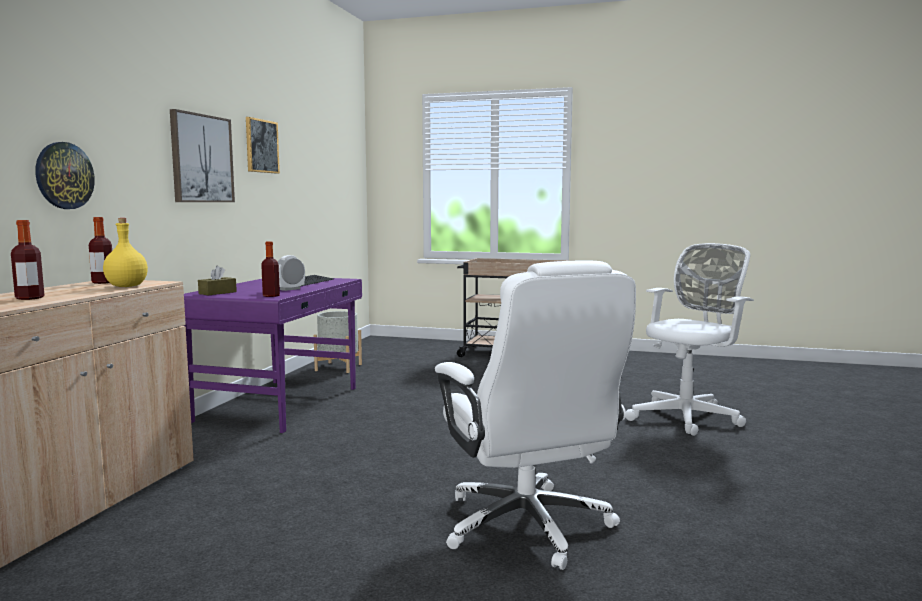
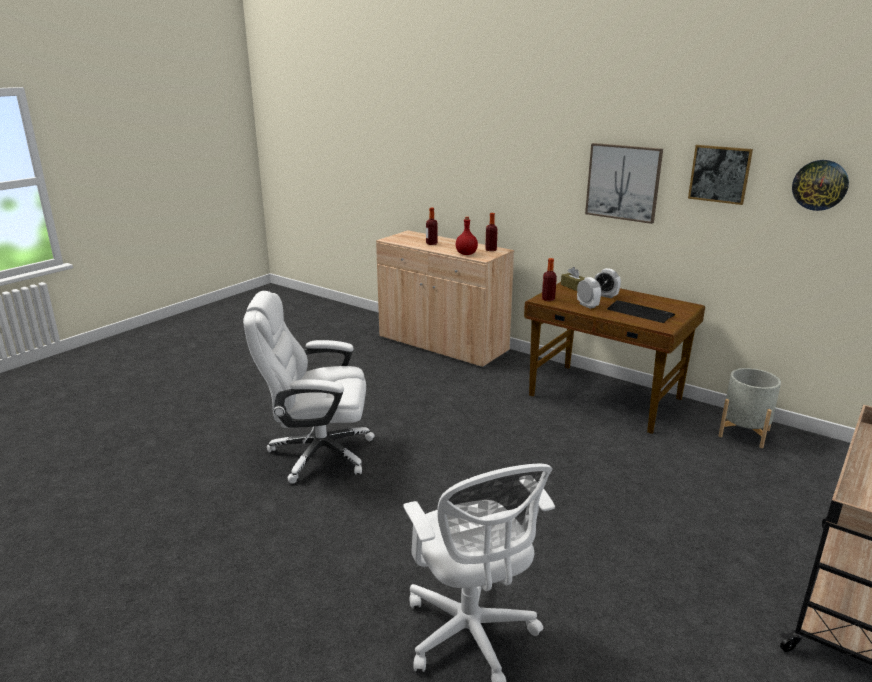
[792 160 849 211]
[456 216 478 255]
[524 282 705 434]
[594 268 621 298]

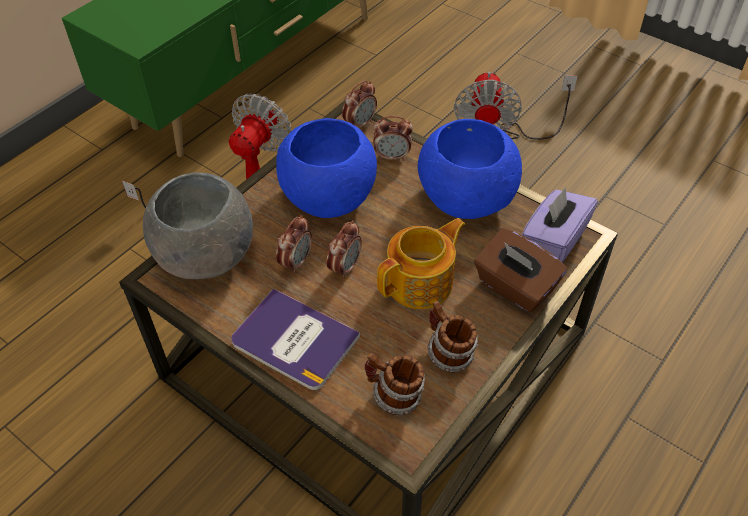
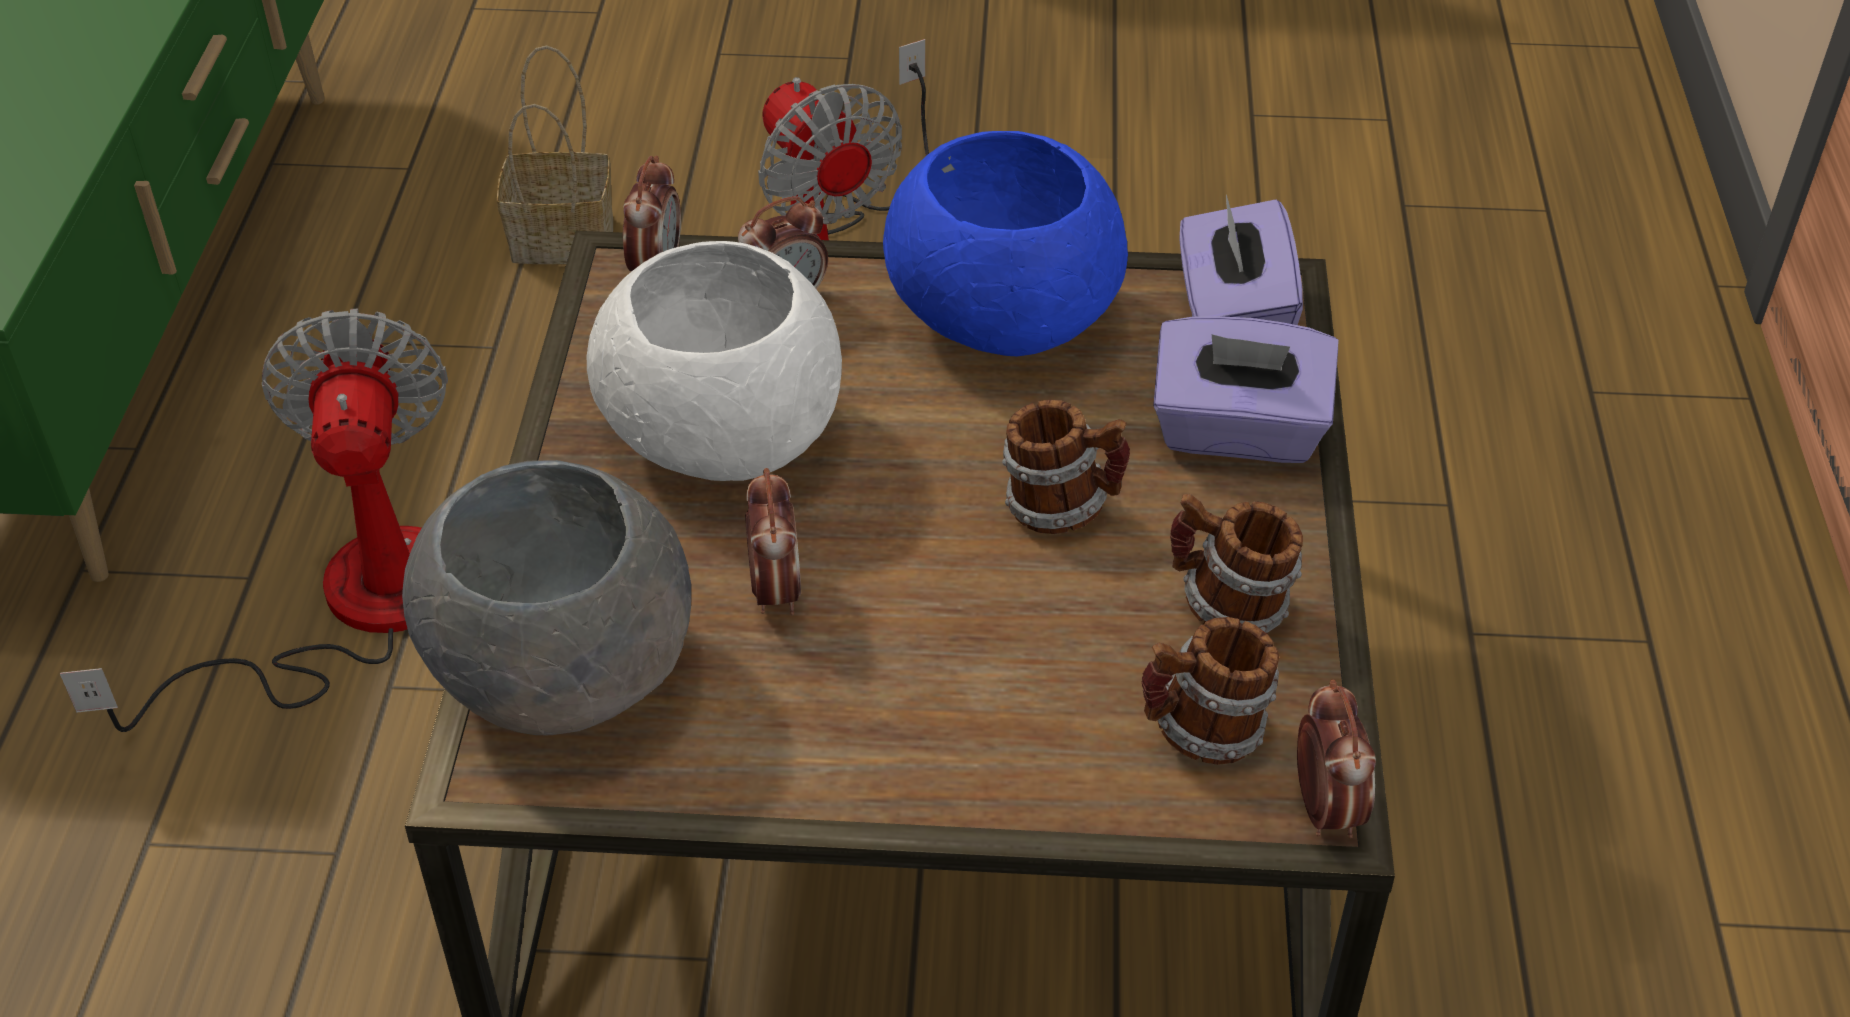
[231 288 360 390] (first image)
[587 241 842 481]
[1297 679 1376 838]
[1002 400 1130 534]
[1153 316 1338 463]
[497 45 613 264]

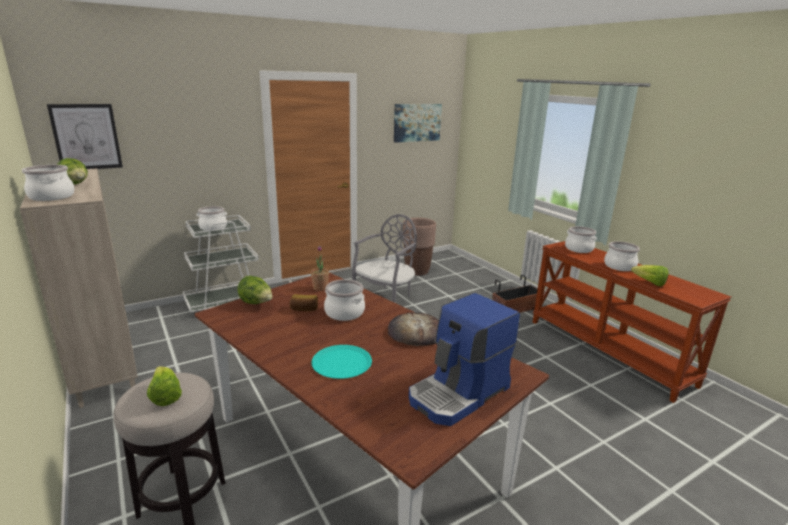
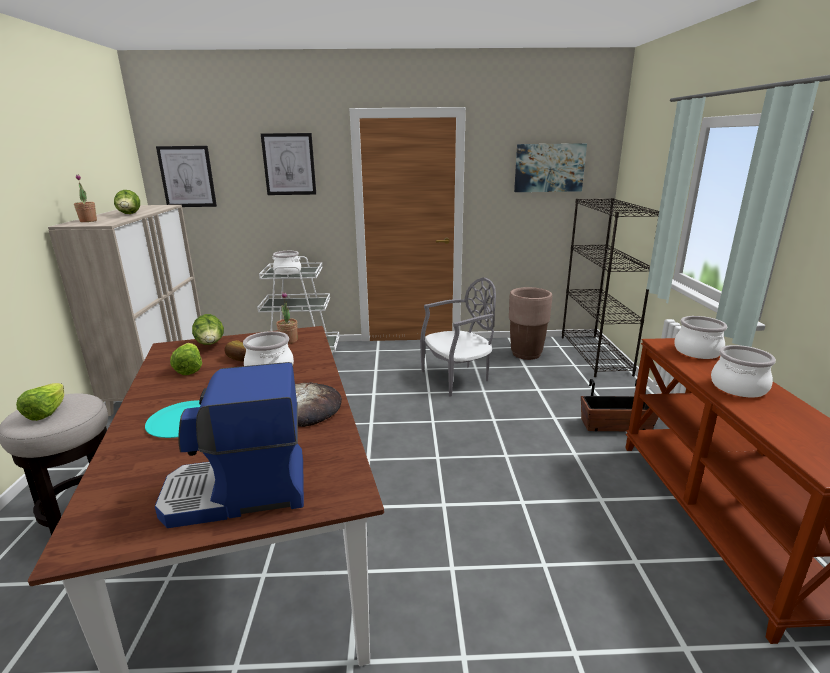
[74 174 97 222]
[170 343 202 375]
[261 133 316 195]
[562 198 659 377]

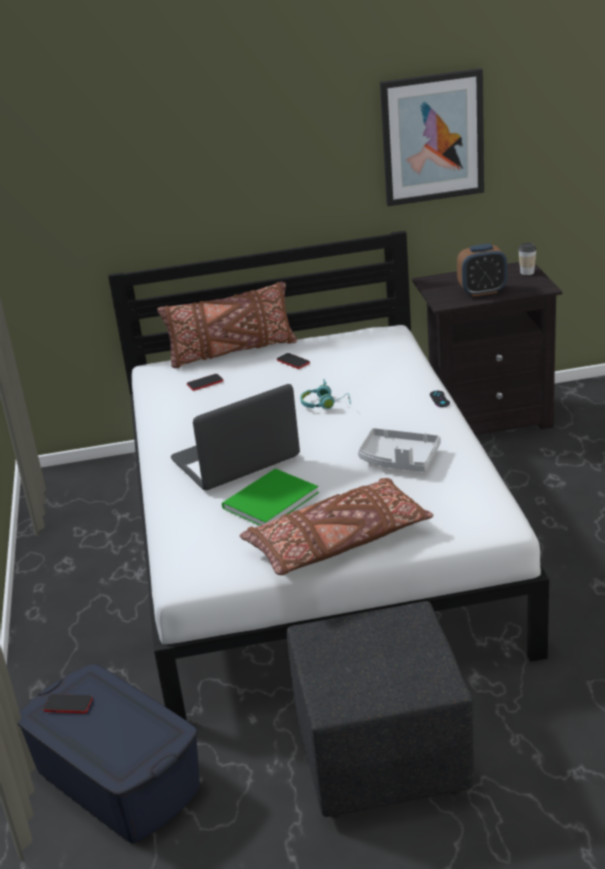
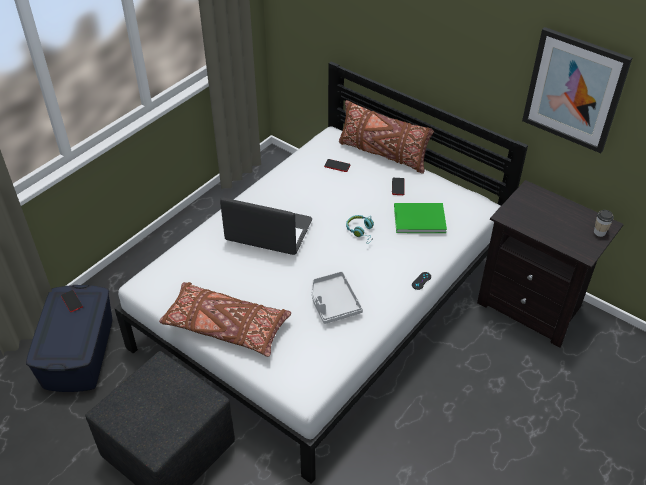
[394 203 447 233]
[457 244 507 297] (first image)

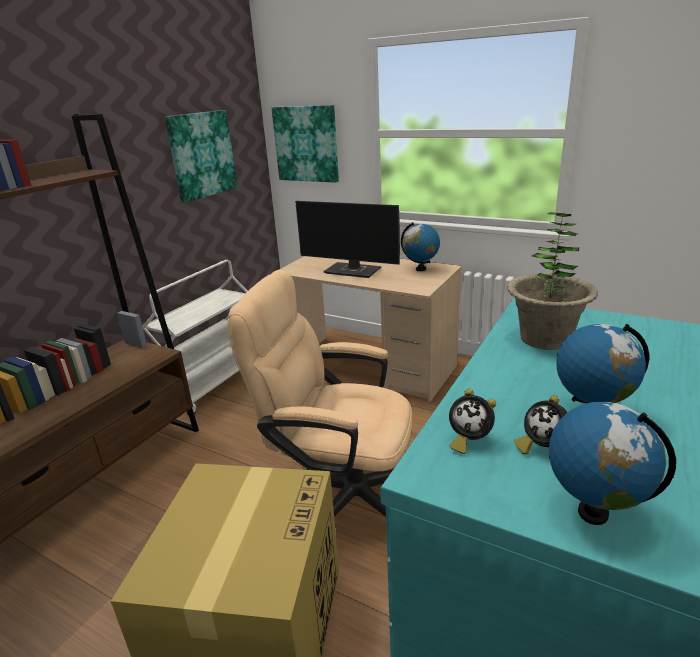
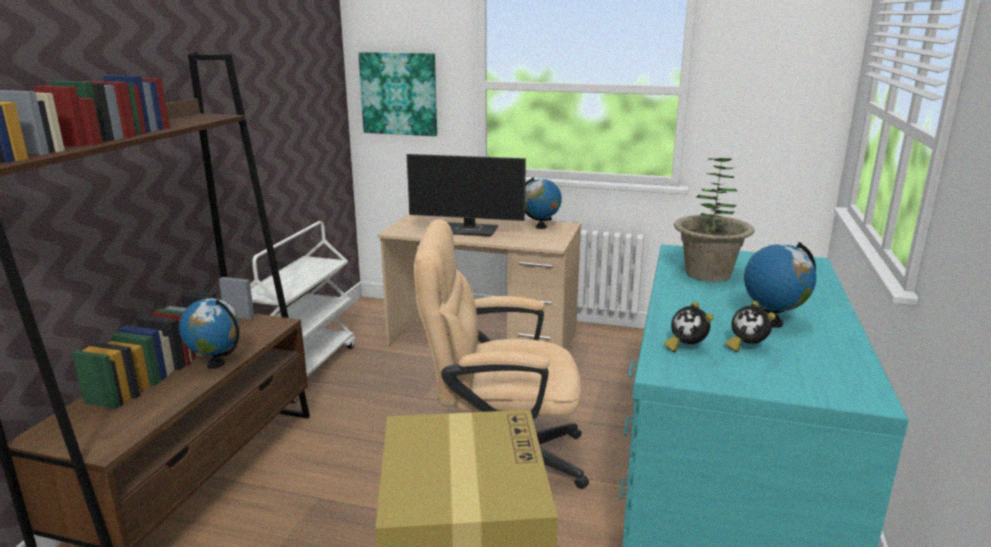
[165 110 237 203] (first image)
[664 302 714 352]
[179 298 240 369]

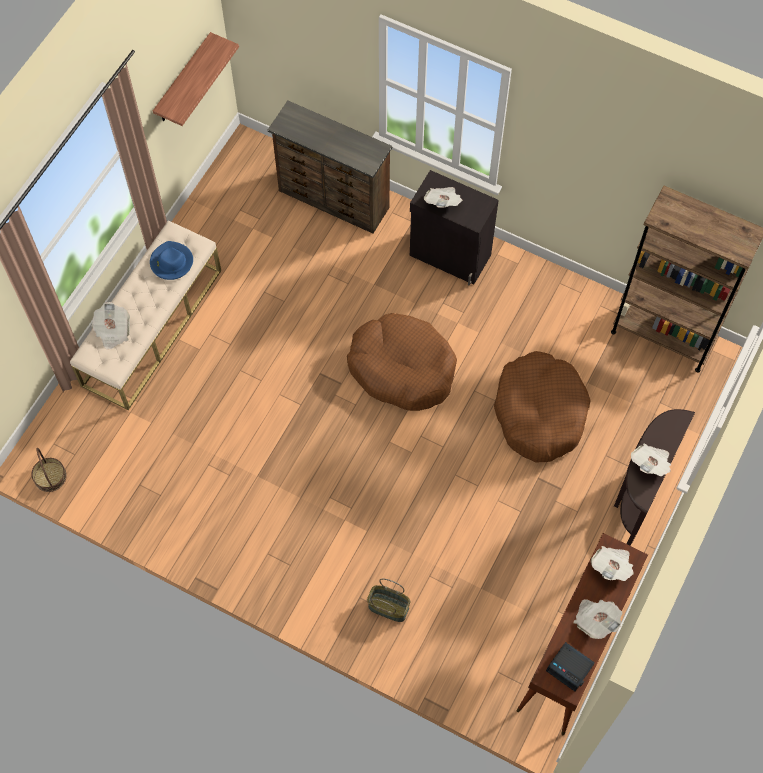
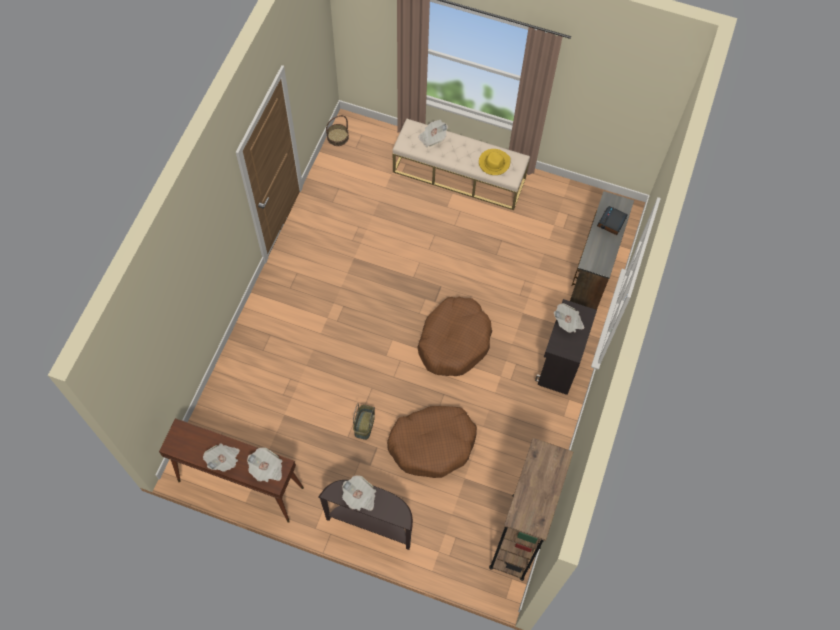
[479 149 511 175]
[153 32 239 126] (first image)
[353 403 375 440]
[597 206 627 235]

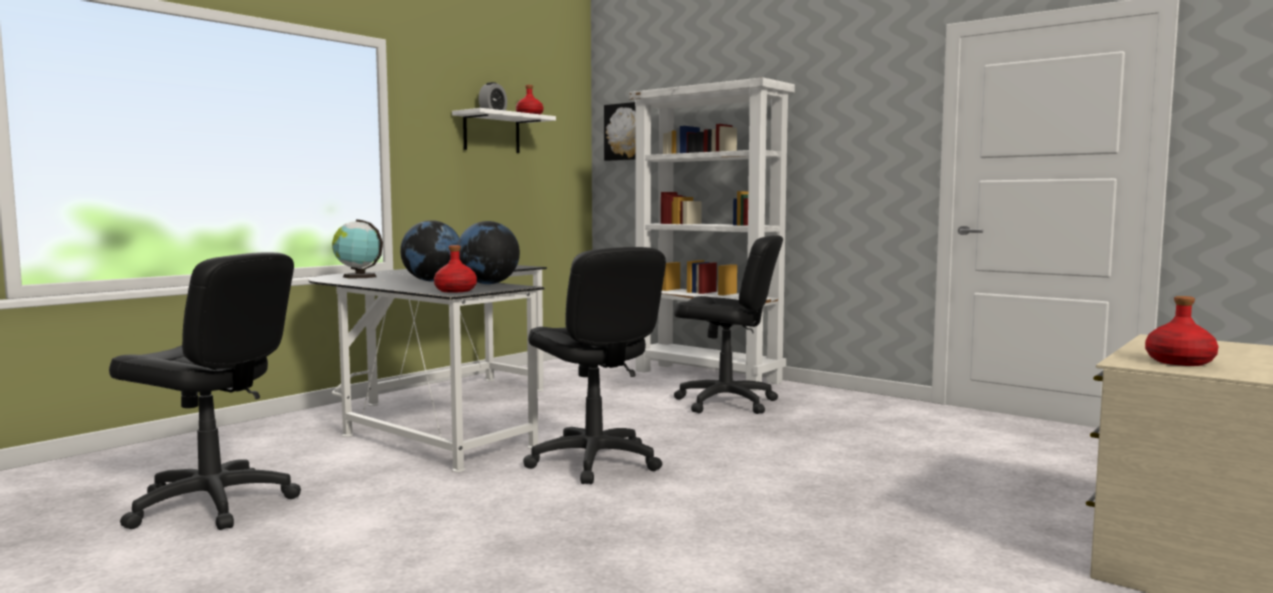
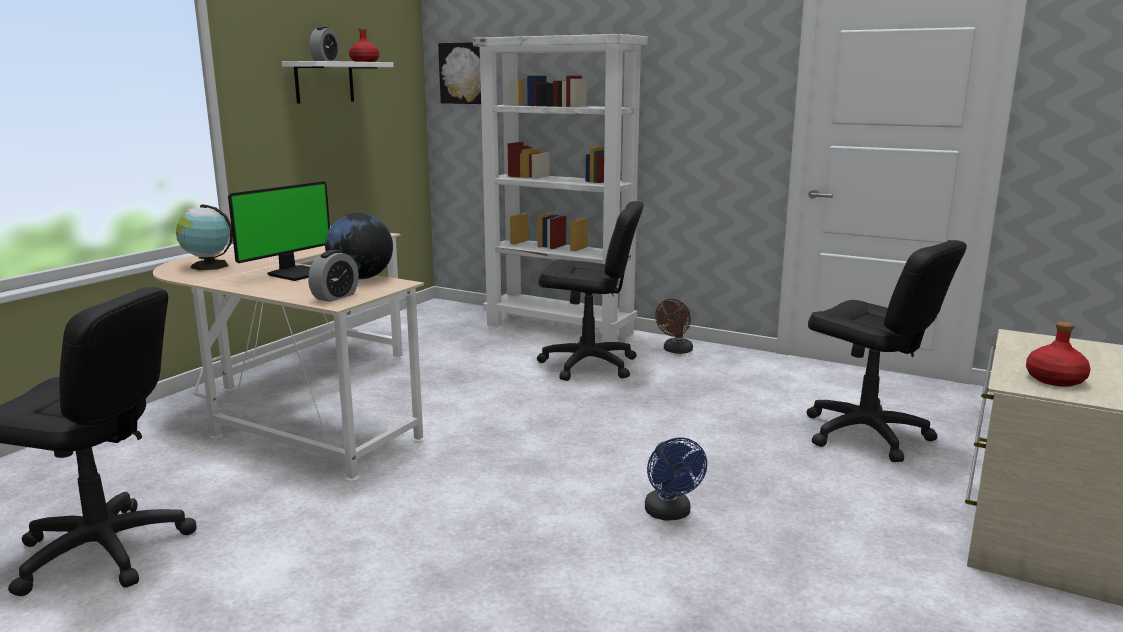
[153 226 425 481]
[228 181 330 281]
[308 250 359 302]
[807 240 967 462]
[645 438 707 521]
[655 299 693 354]

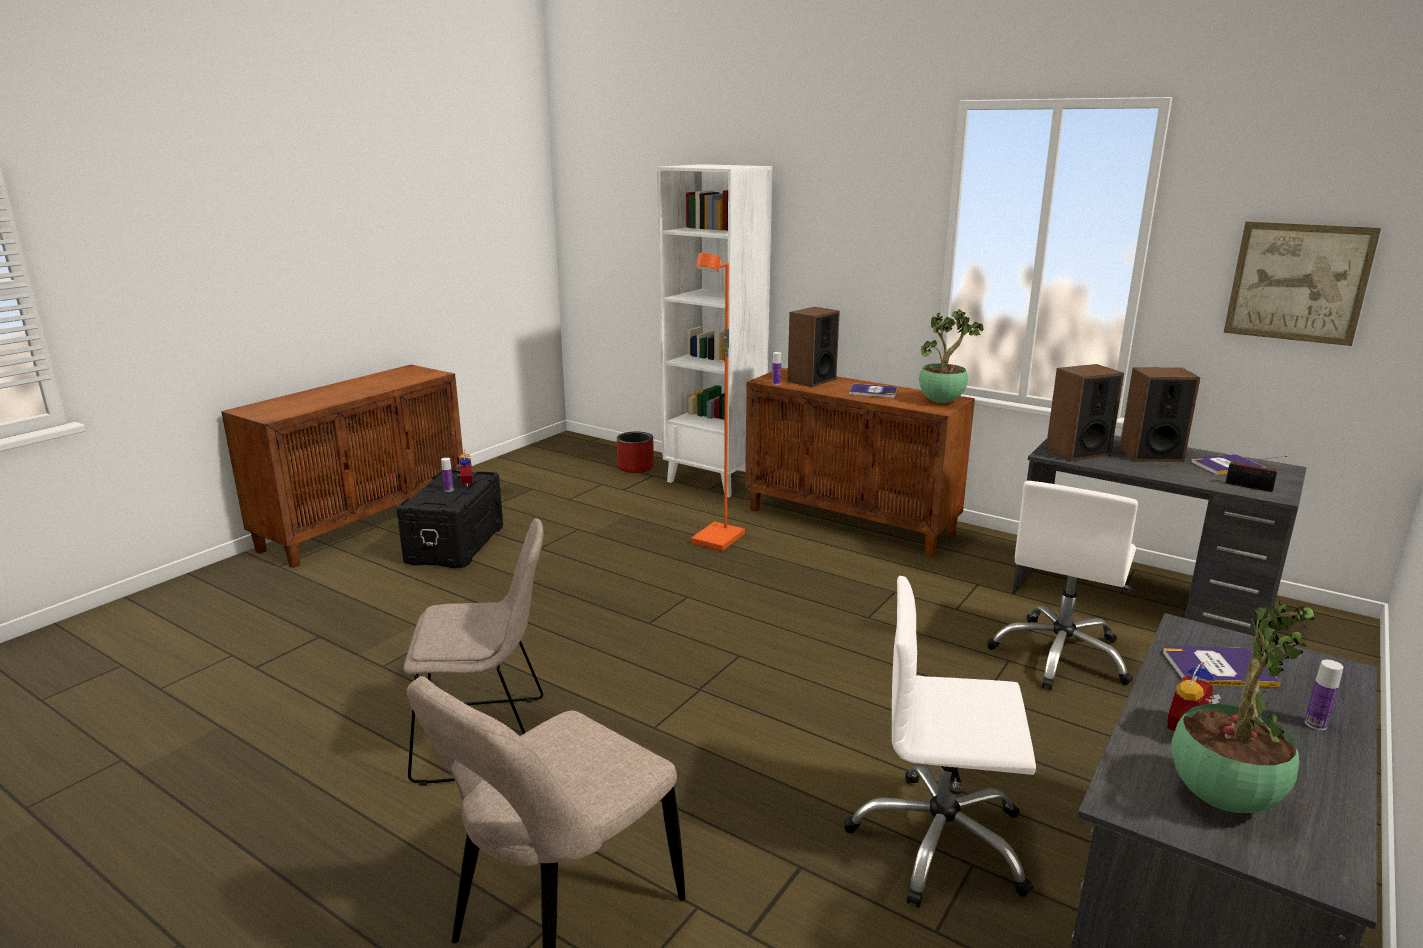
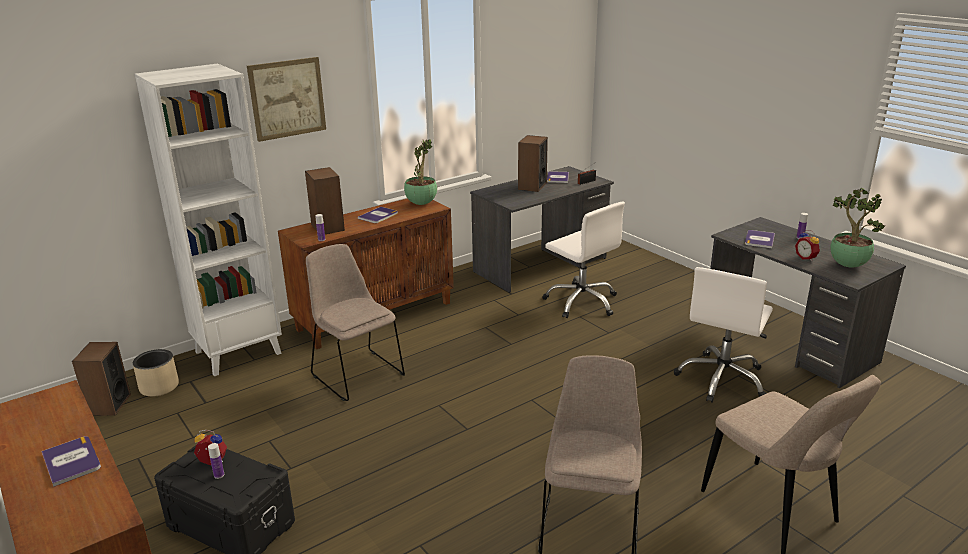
[133 349 179 397]
[306 244 405 401]
[72 342 131 416]
[247 57 326 142]
[41 436 101 487]

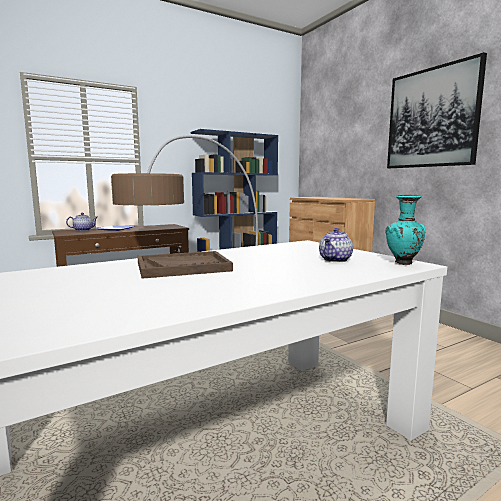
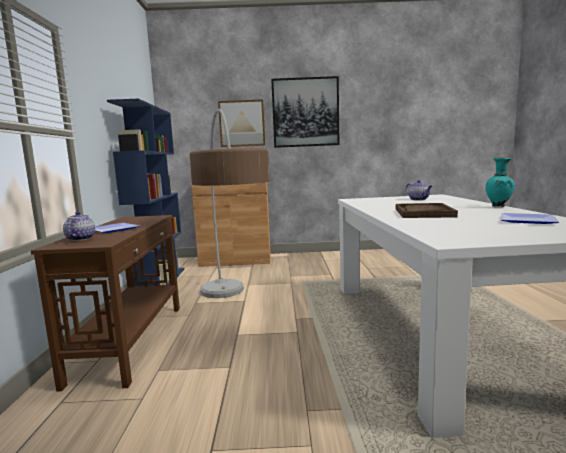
[485 158 515 207]
[218 99 265 147]
[501 213 559 224]

